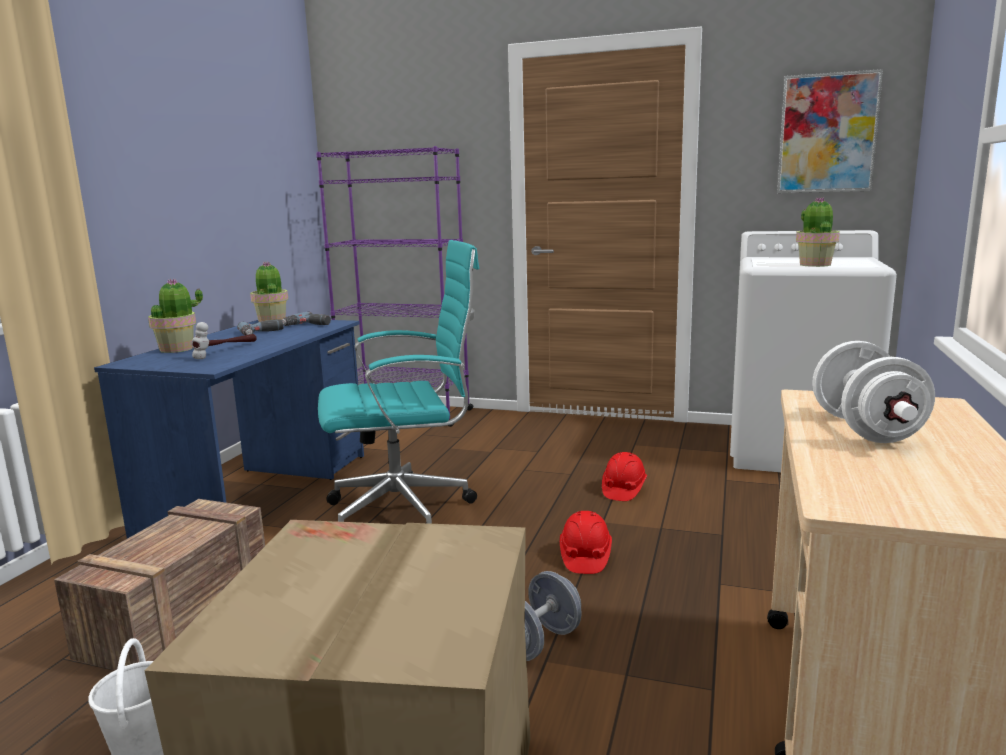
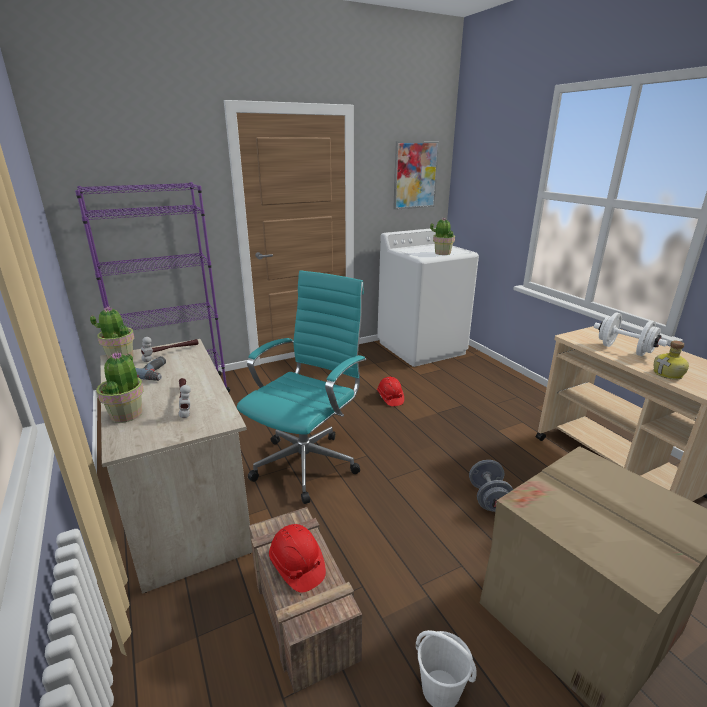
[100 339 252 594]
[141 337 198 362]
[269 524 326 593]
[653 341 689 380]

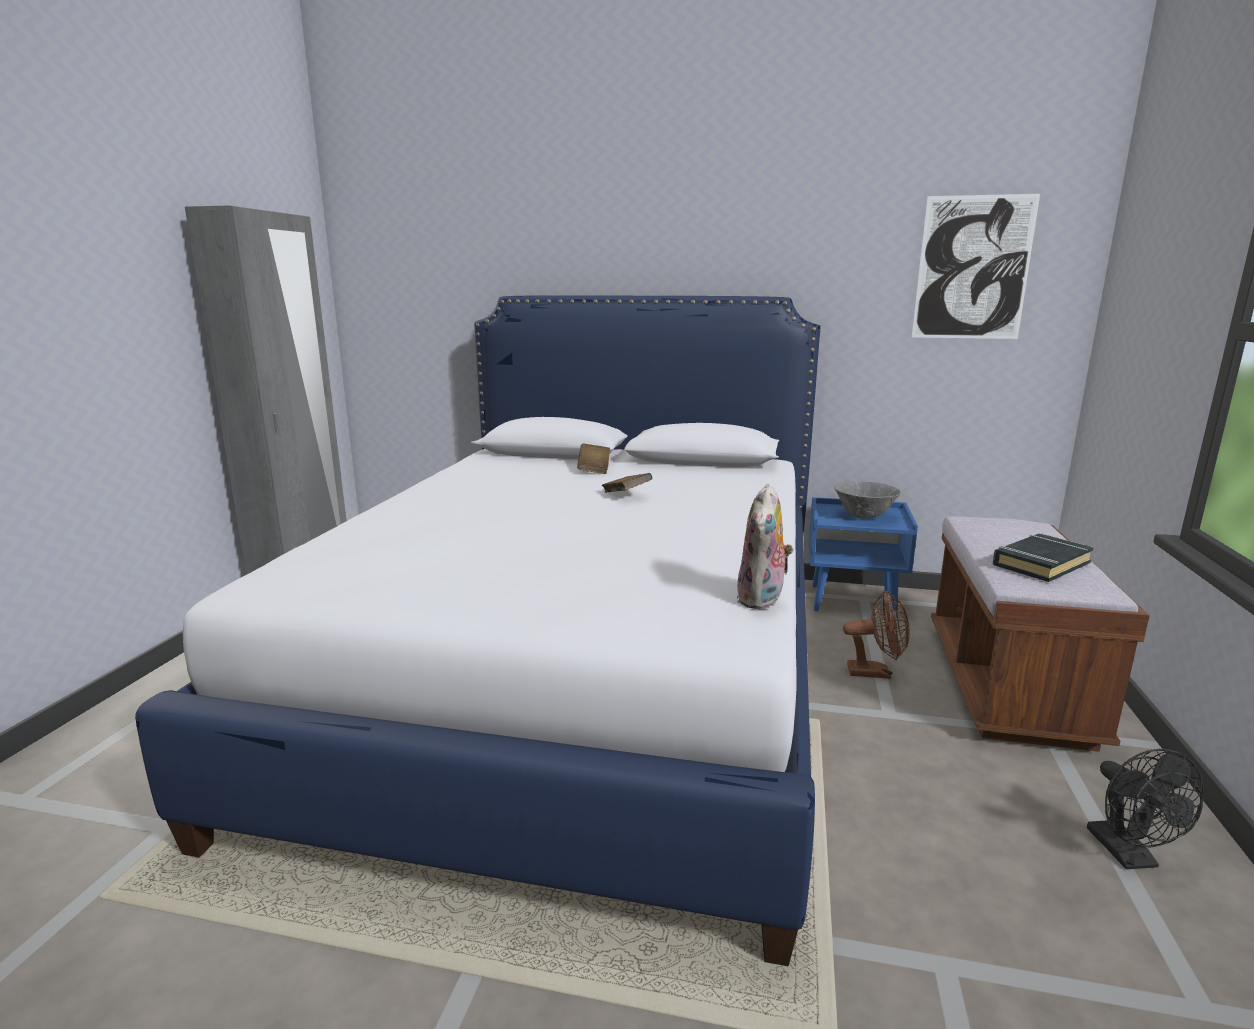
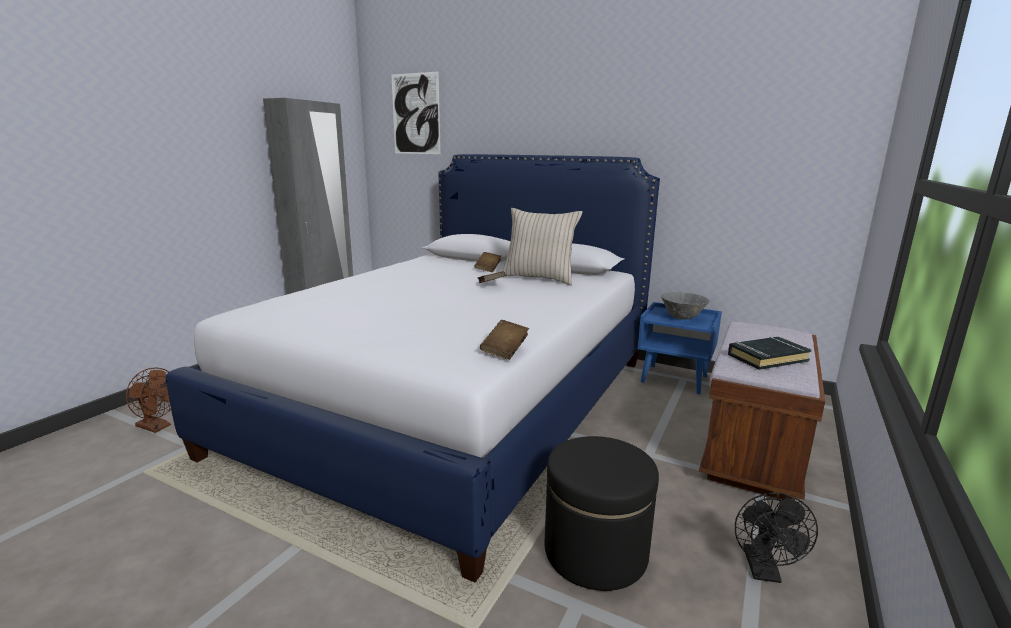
[480 320 529 360]
[126 367 171 433]
[391 72 441 154]
[501 208 583 285]
[545 436 659 591]

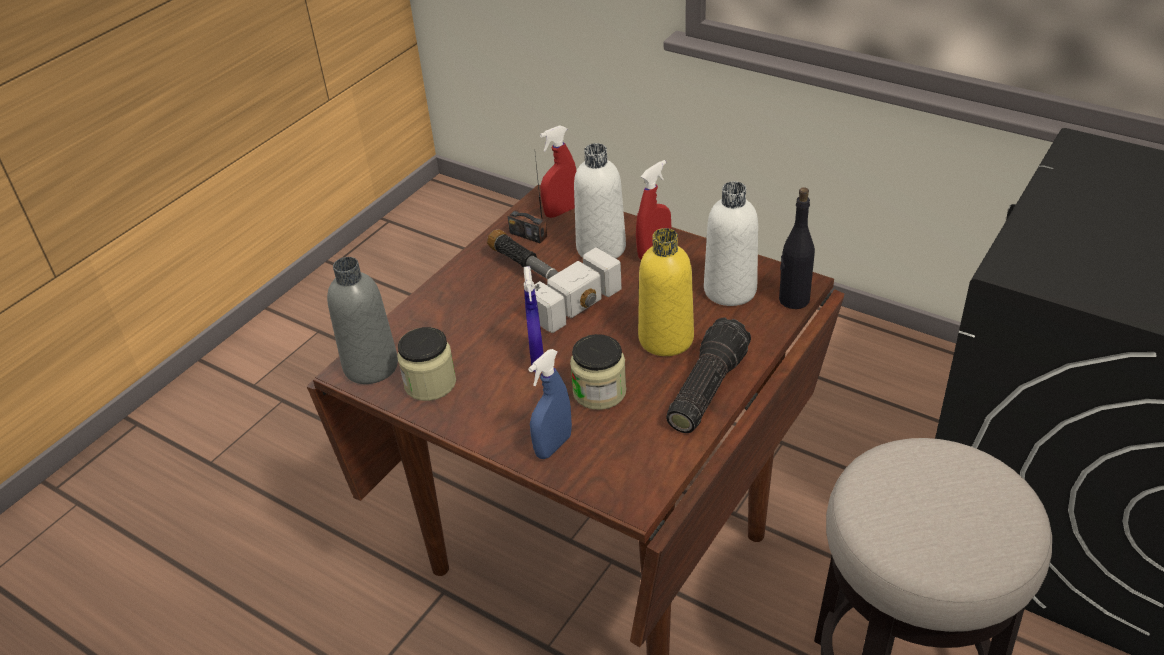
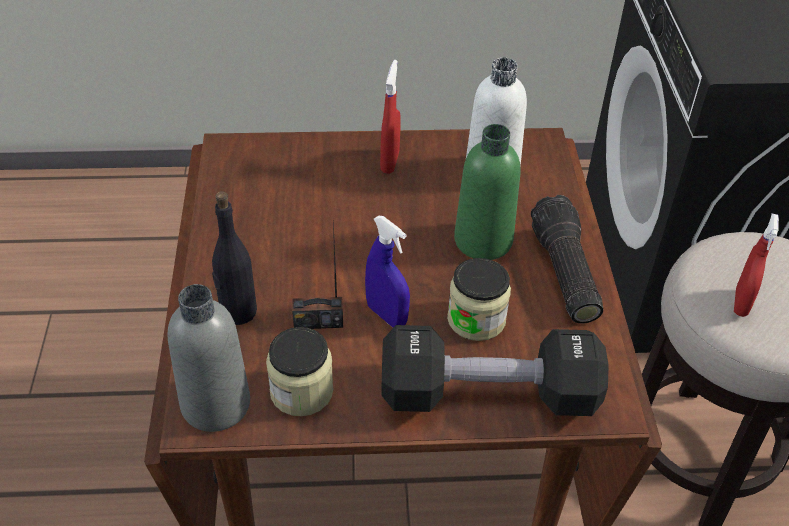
[487 230 621 333] (first image)
[292 220 343 329]
[381 325 609 416]
[734 214 779 317]
[574 143 626 258] (first image)
[454 124 520 260]
[212 191 257 325]

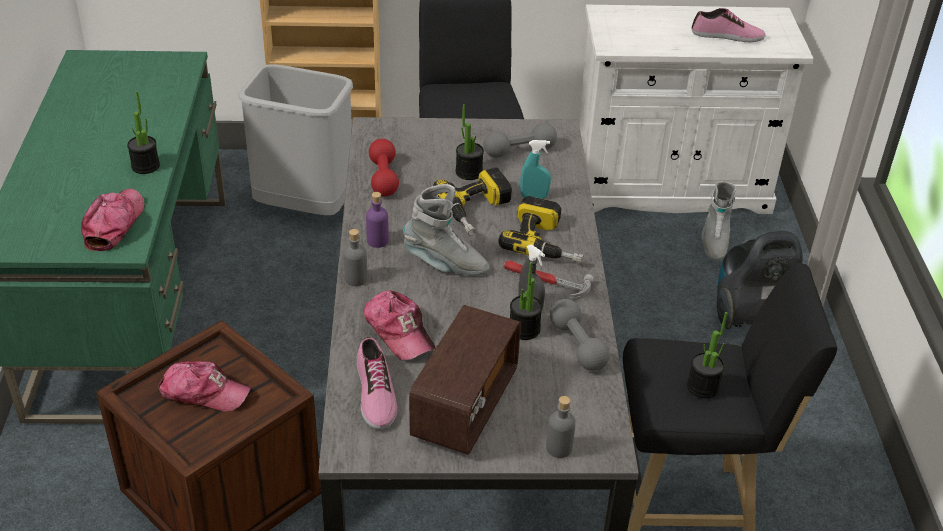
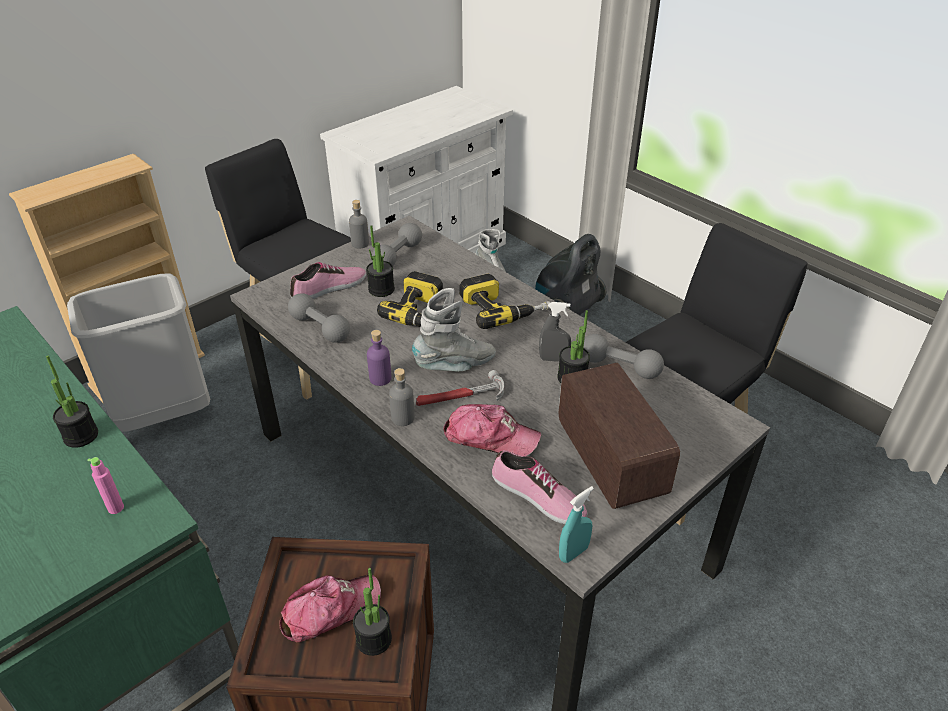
[87 457 124 514]
[288 293 350 343]
[416 370 504 406]
[559 486 594 563]
[349 200 369 248]
[353 568 392 656]
[290 262 366 299]

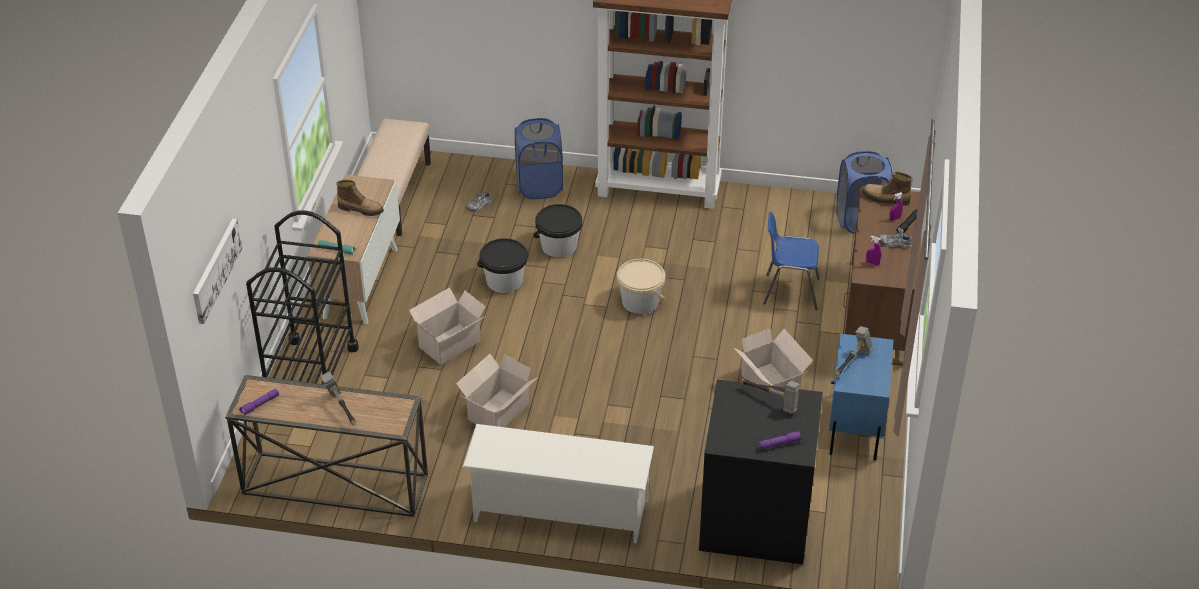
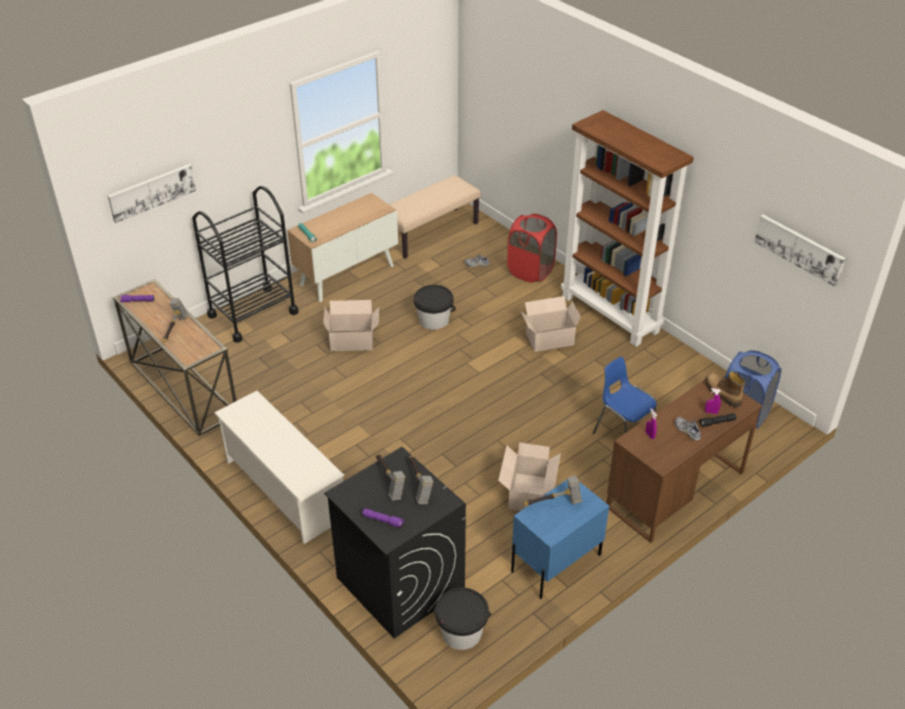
[336 180 384 216] (first image)
[521 296 581 352]
[507 214 557 283]
[434 587 491 650]
[617 259 665 314] (first image)
[376 453 405 501]
[755 215 846 287]

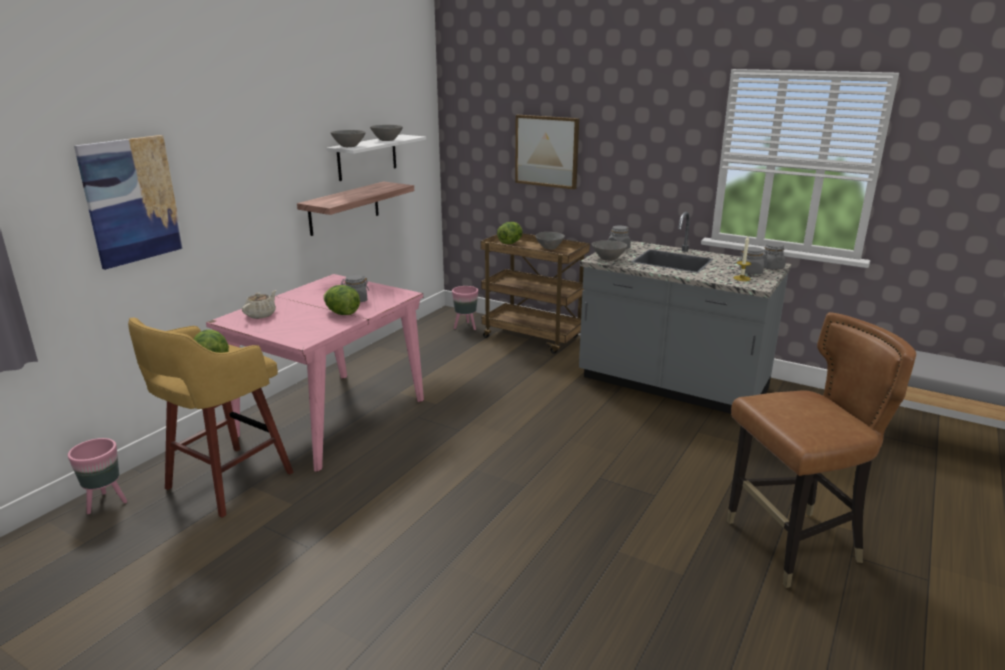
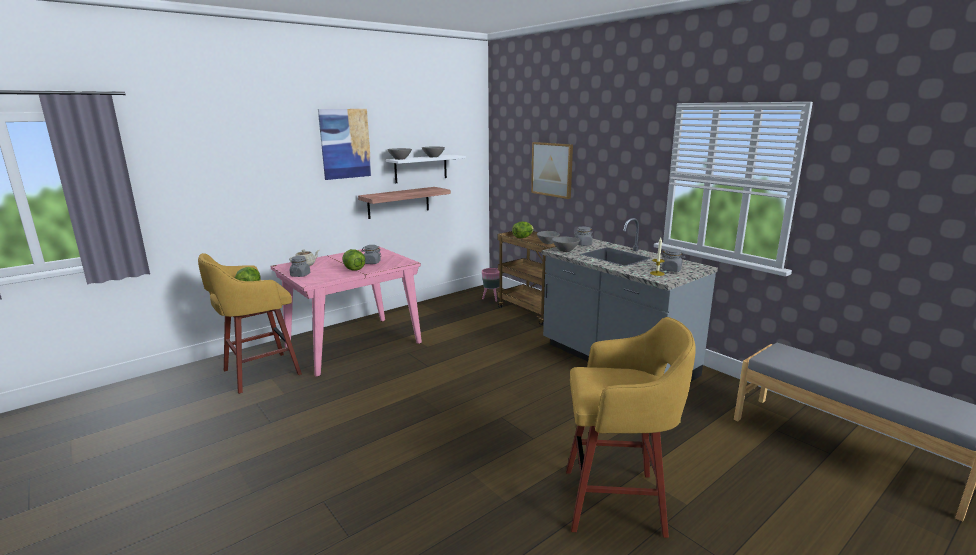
[68 438 127 514] (first image)
[318 109 372 180]
[566 317 696 538]
[290 256 310 277]

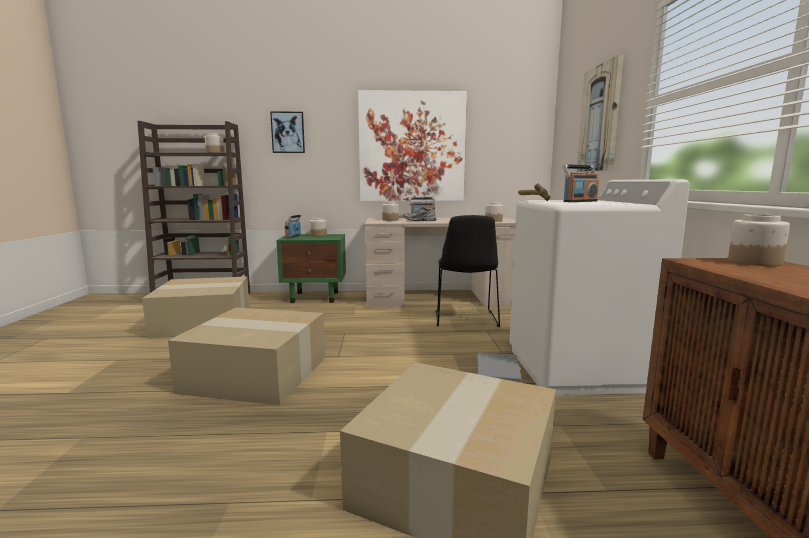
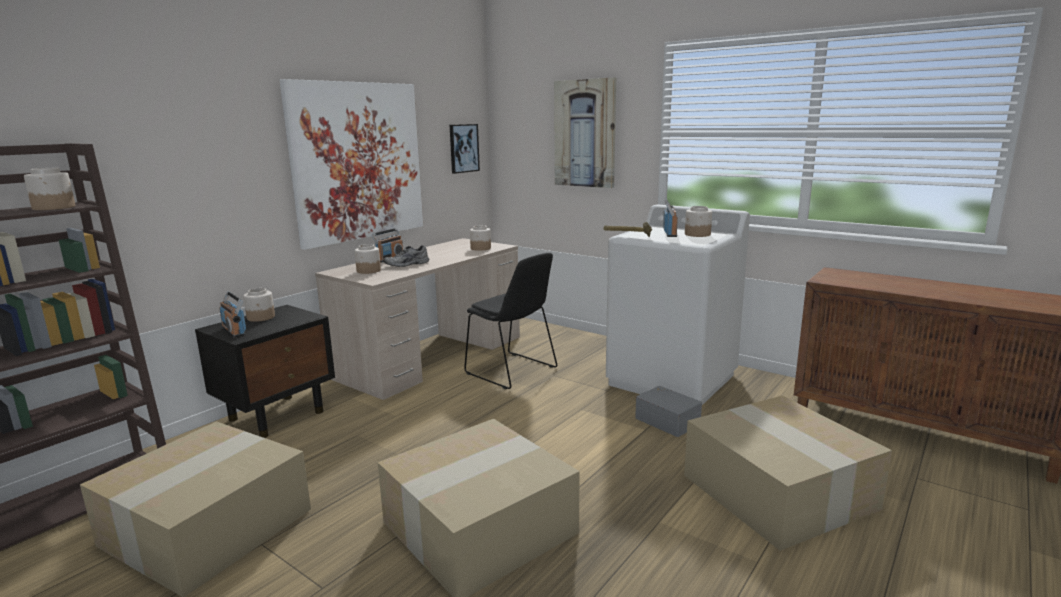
[450 124 480 174]
[195 305 335 438]
[685 206 712 237]

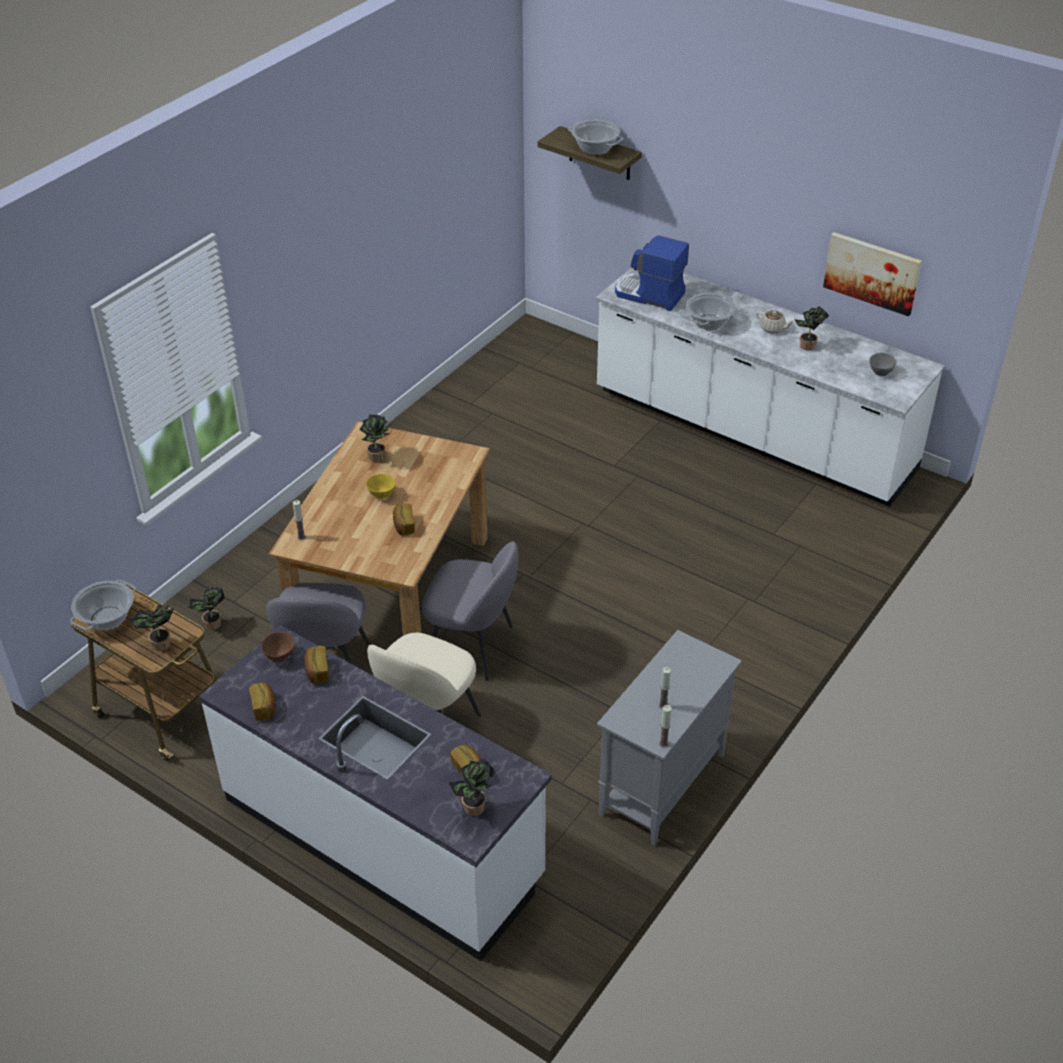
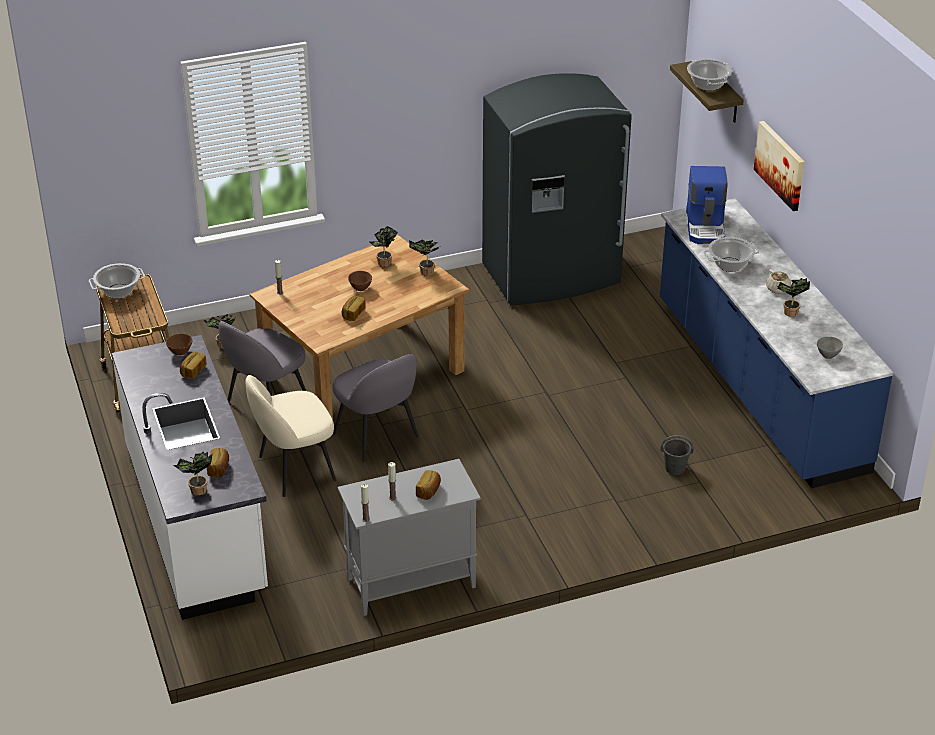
[409 239 441 276]
[416 470 441 500]
[348 271 372 291]
[660 198 894 488]
[686 166 728 244]
[754 121 804 211]
[482 73 632 305]
[661 435 694 475]

